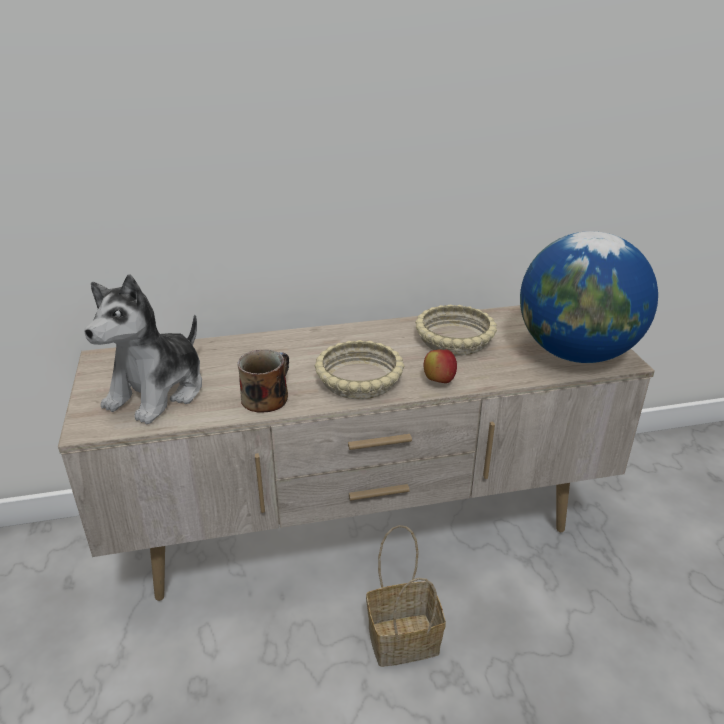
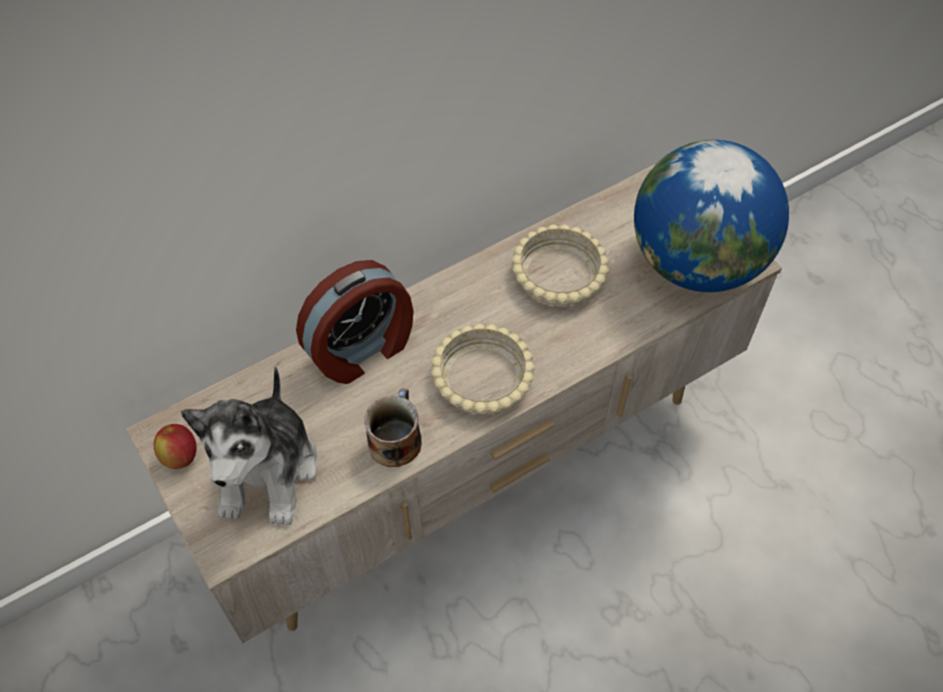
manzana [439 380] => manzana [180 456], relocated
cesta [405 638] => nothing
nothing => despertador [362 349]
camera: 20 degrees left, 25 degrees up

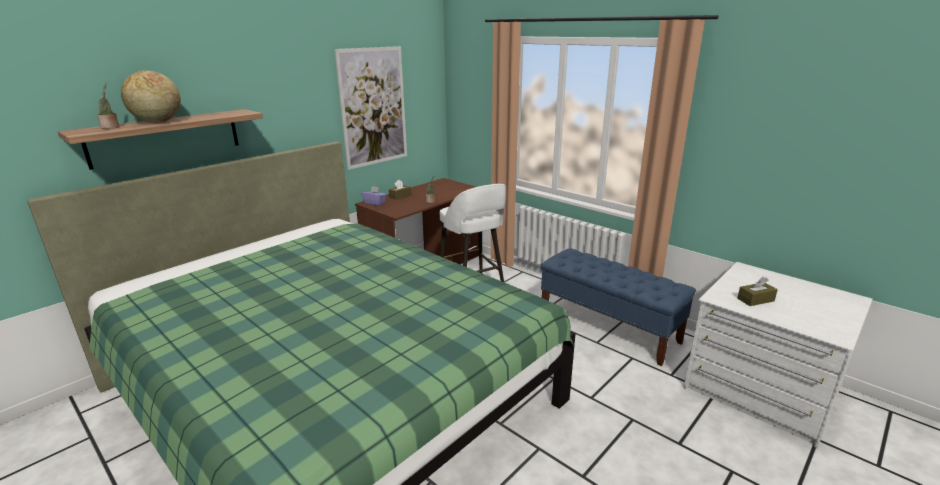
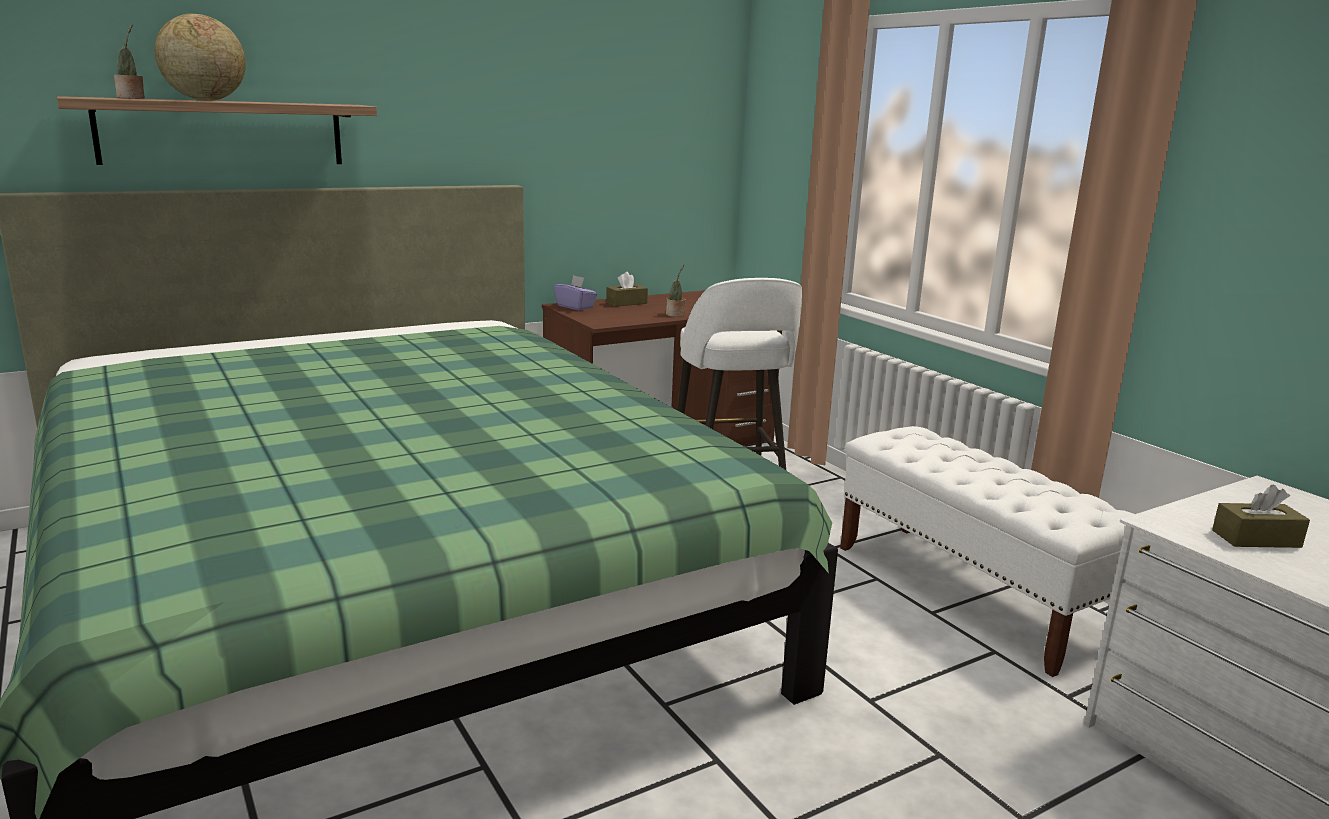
cuadro [373 107] => nothing
banco (azul) [608 328] => banco (blanco) [970 593]
camera: 15 degrees right, 5 degrees down

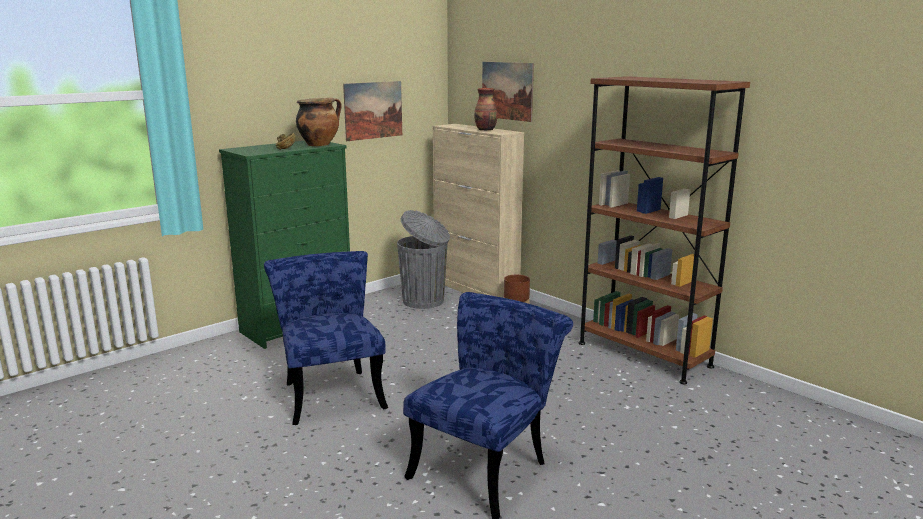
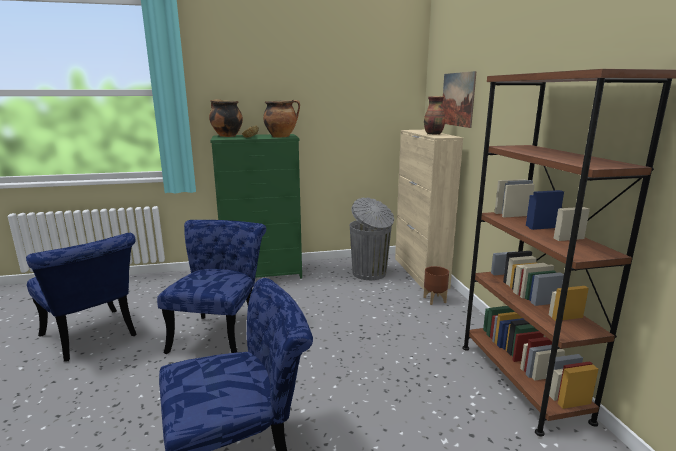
cuadro [373 110] => nothing
nothing => olla [226 136]
nothing => silla (azul) [92 338]
camera: 30 degrees right, 0 degrees up

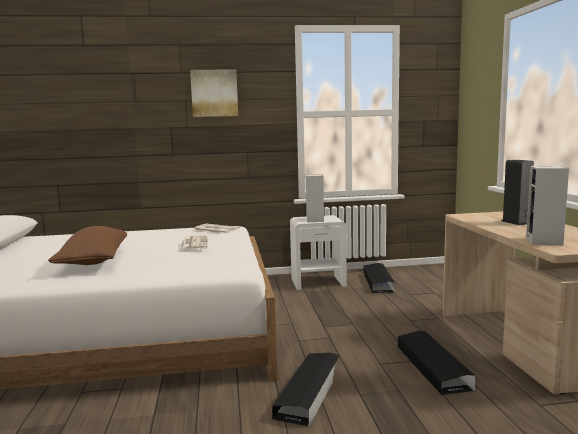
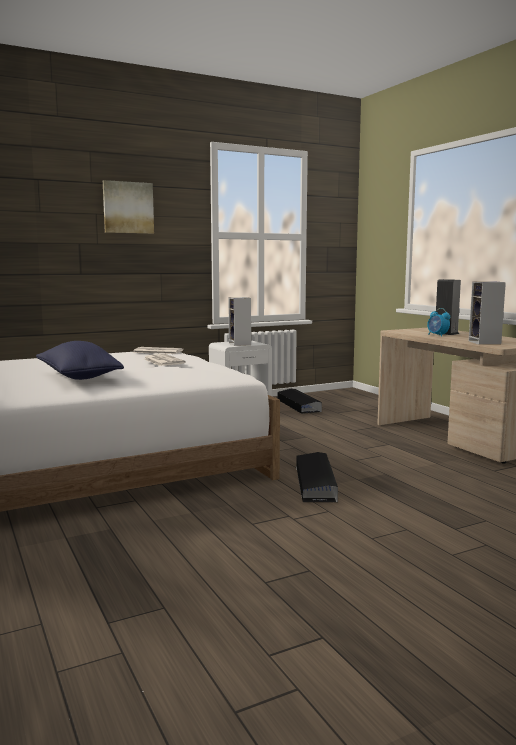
cojín (marrón) [93 261] => cojín (azul) [78 377]
caja de almacenaje (negro) [432 367] => nothing
nothing => despertador [437 335]
camera: 20 degrees left, 0 degrees up

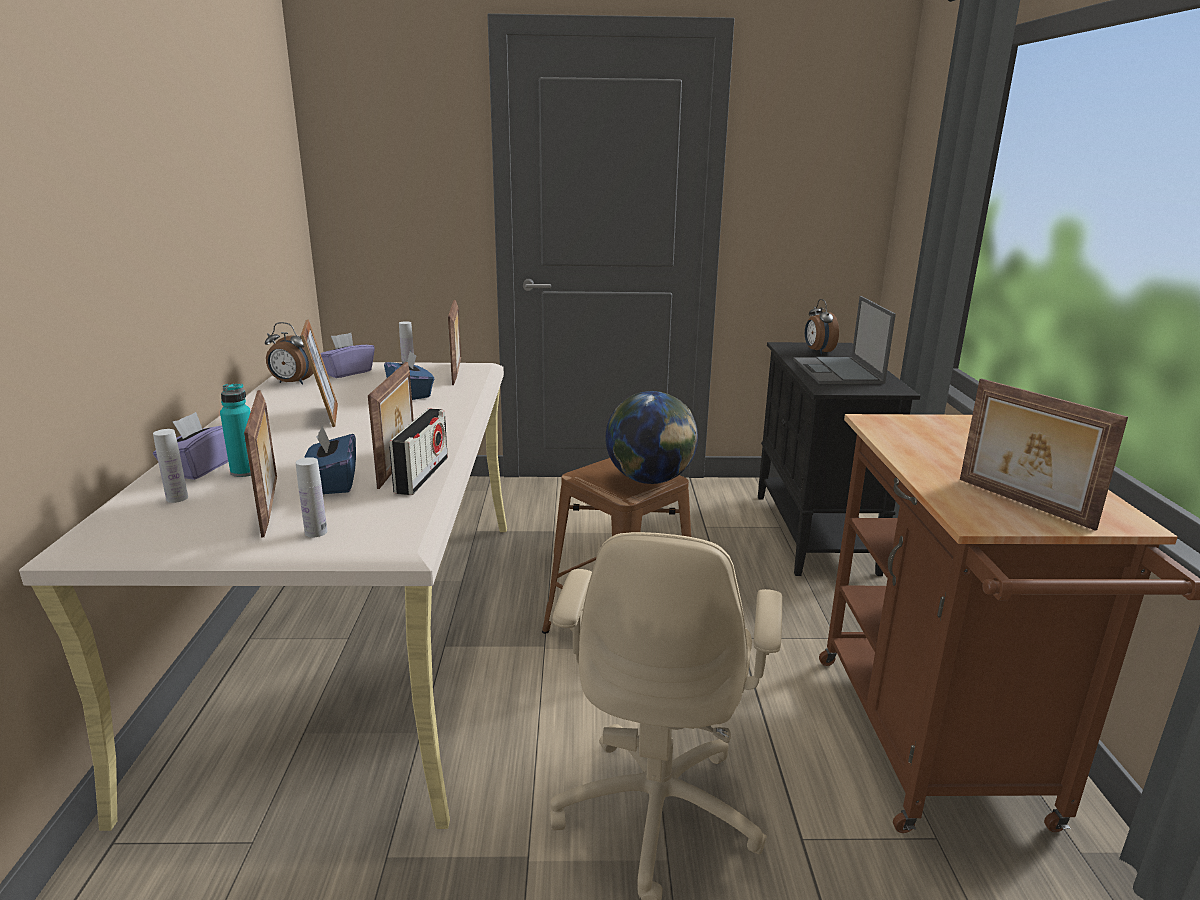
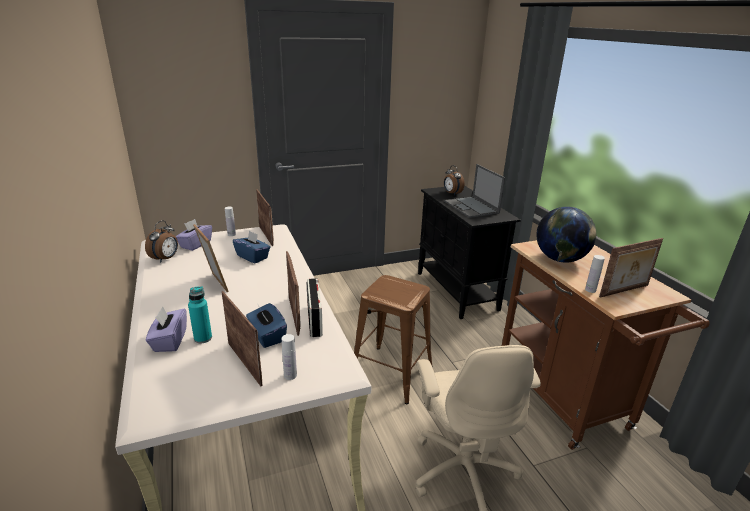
despertador [292 383] => despertador [165 259], 60 degrees counterclockwise
portarretratos [1022 503] => portarretratos [625 291], 60 degrees counterclockwise
globo terráqueo [650 480] => globo terráqueo [560 259], relocated
botella (blanco) [177 498] => botella (blanco) [590 290], relocated
camera: 20 degrees left, 5 degrees up

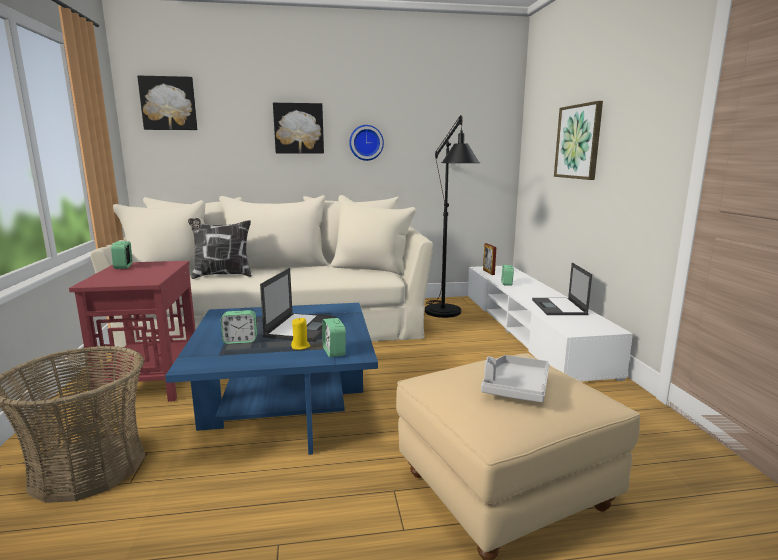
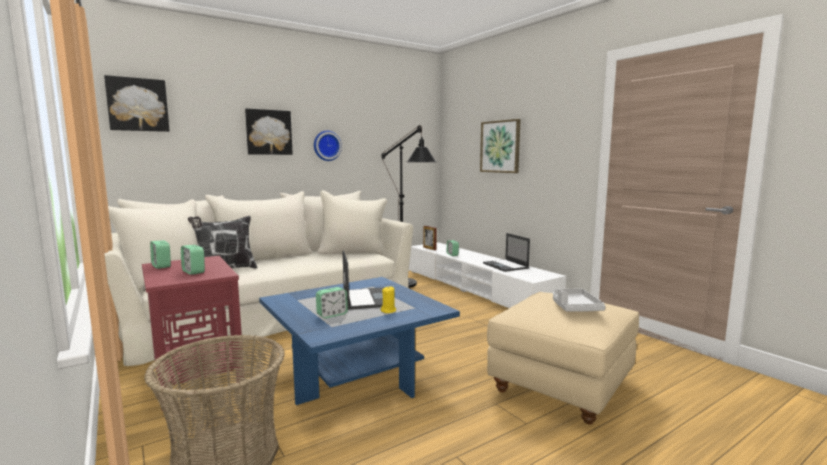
despertador [334 351] => despertador [193 272], relocated
camera: 25 degrees left, 5 degrees down

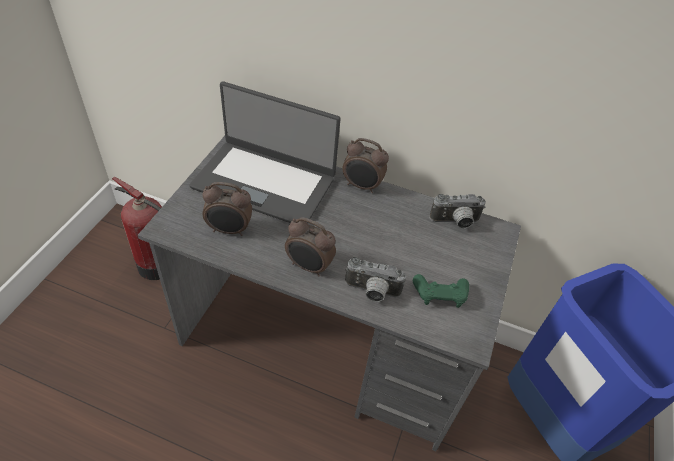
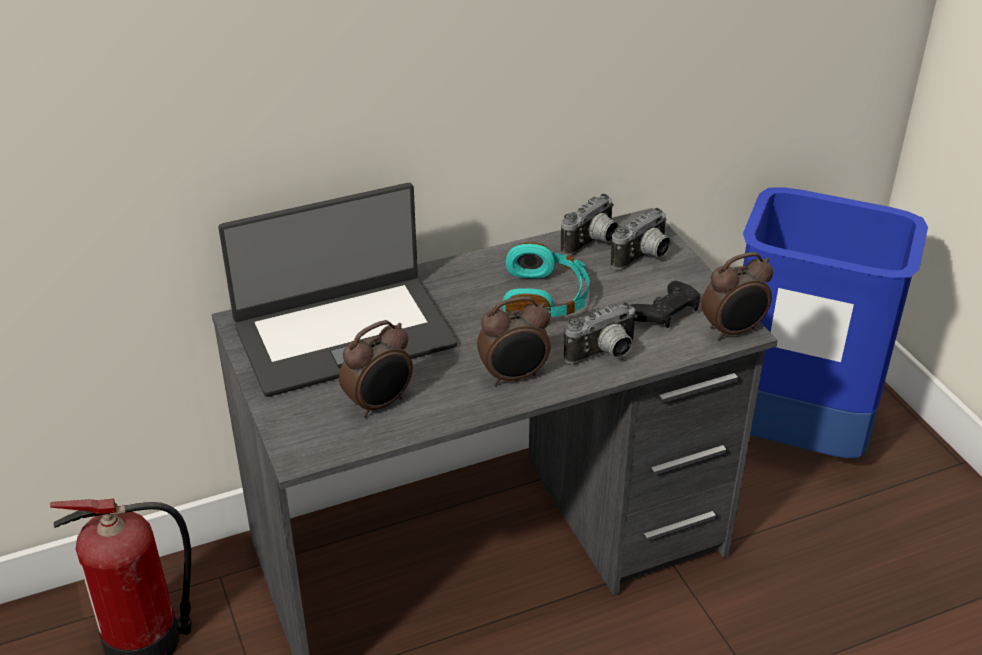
despertador [362 186] => despertador [733 331], relocated
mando de consola (verde) [440 295] => mando de consola (negro) [665 313]
nothing => cámara [644 258]
nothing => auriculares (turquesa) [546 300]
camera: 40 degrees left, 10 degrees down

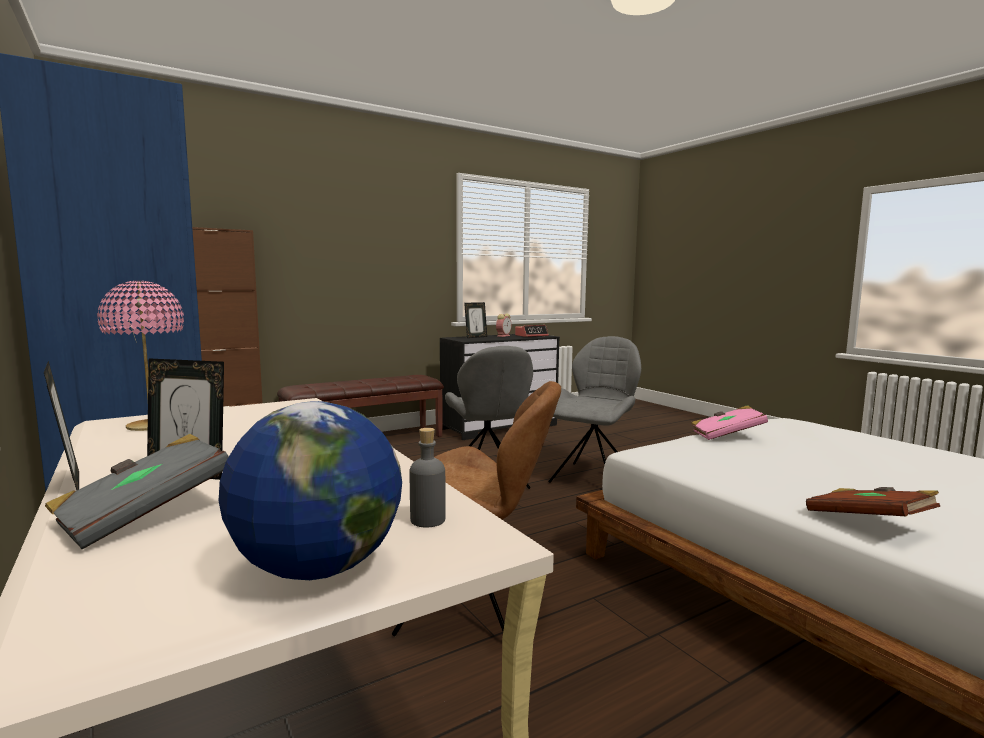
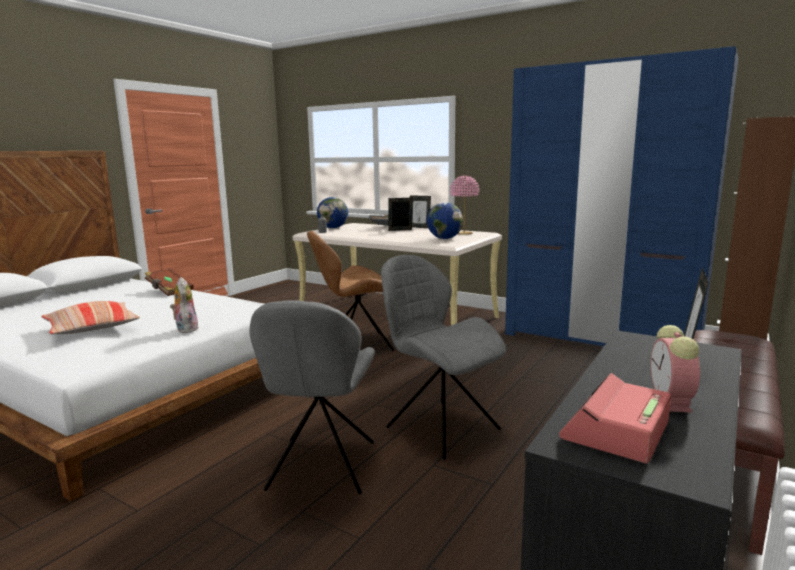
libro (rosa) [726 435] => peluche [185 329]
nothing => globo terráqueo [444 238]
nothing => cojín [92 328]
camera: 155 degrees right, 5 degrees up

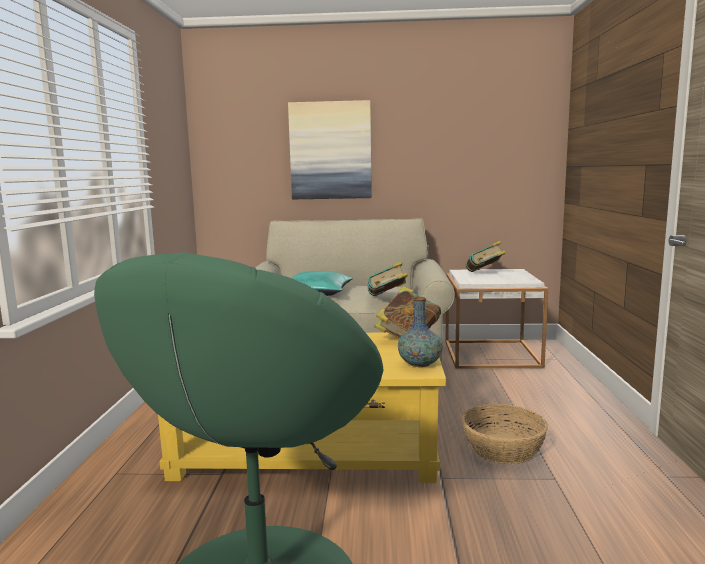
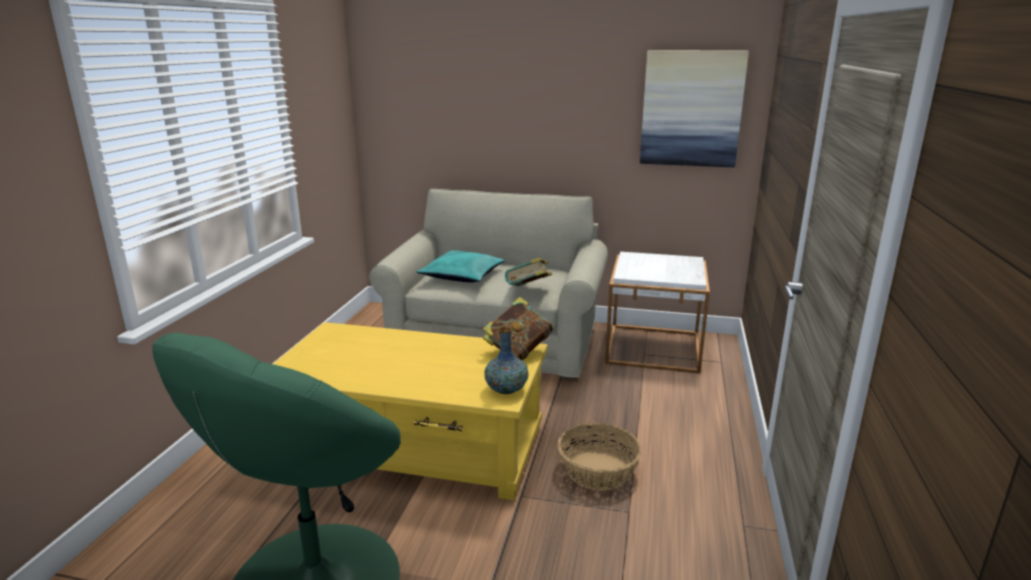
cuadro [330 151] => cuadro [691 109], relocated
libro [485 273] => nothing
camera: 10 degrees right, 10 degrees up

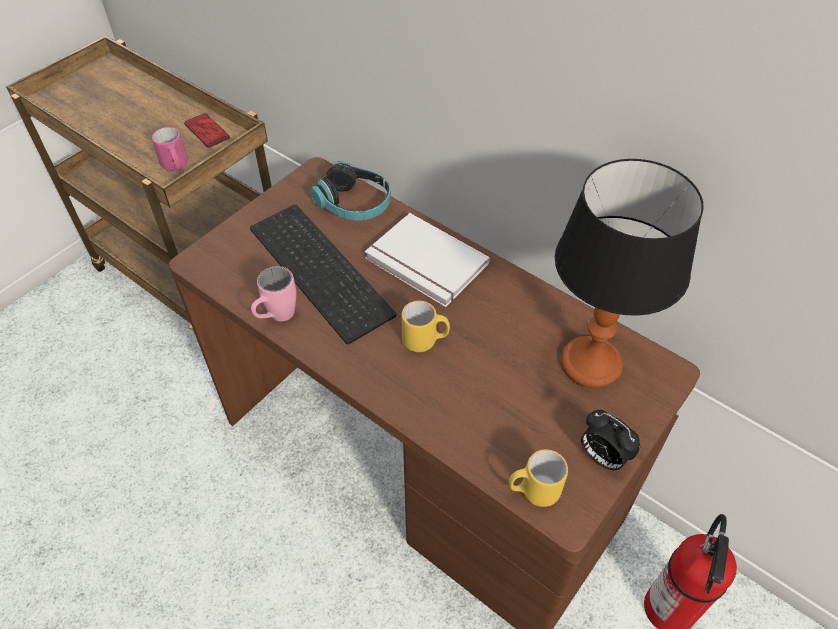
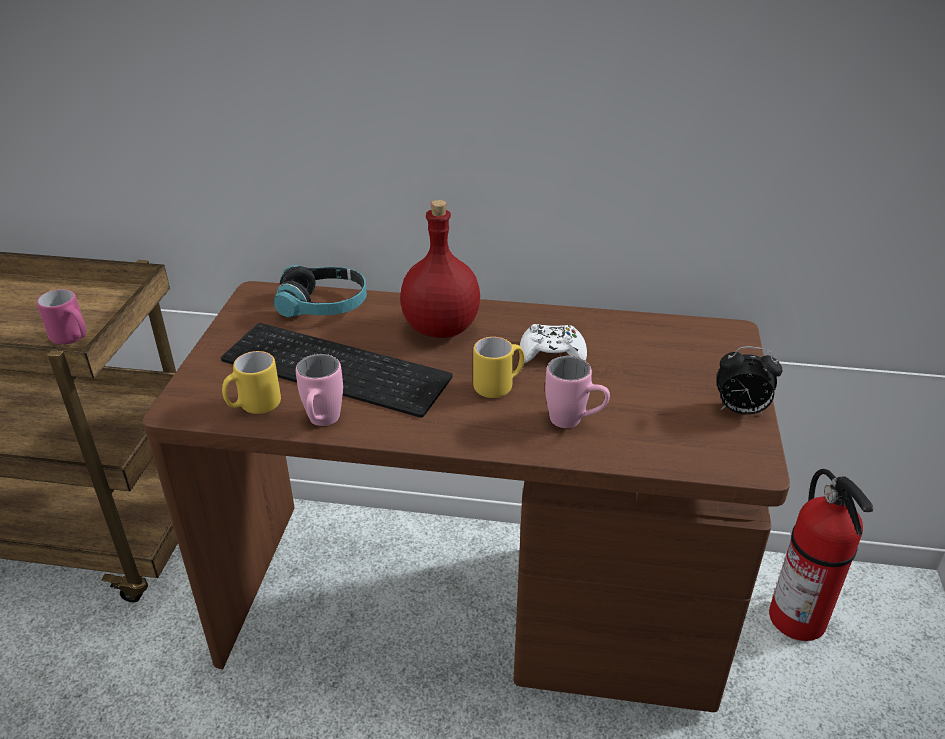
móvil [207 131] => nothing
lámpara de mesa [591 364] => nothing
libro (blanco) [425 264] => botella (rojo) [442 329]
taza grande (amarillo) [533 491] => taza grande (amarillo) [254 406], relocated
nothing => mando de consola (blanco) [552 353]
nothing => taza grande (rosa) [575 422]
camera: 30 degrees left, 15 degrees down

